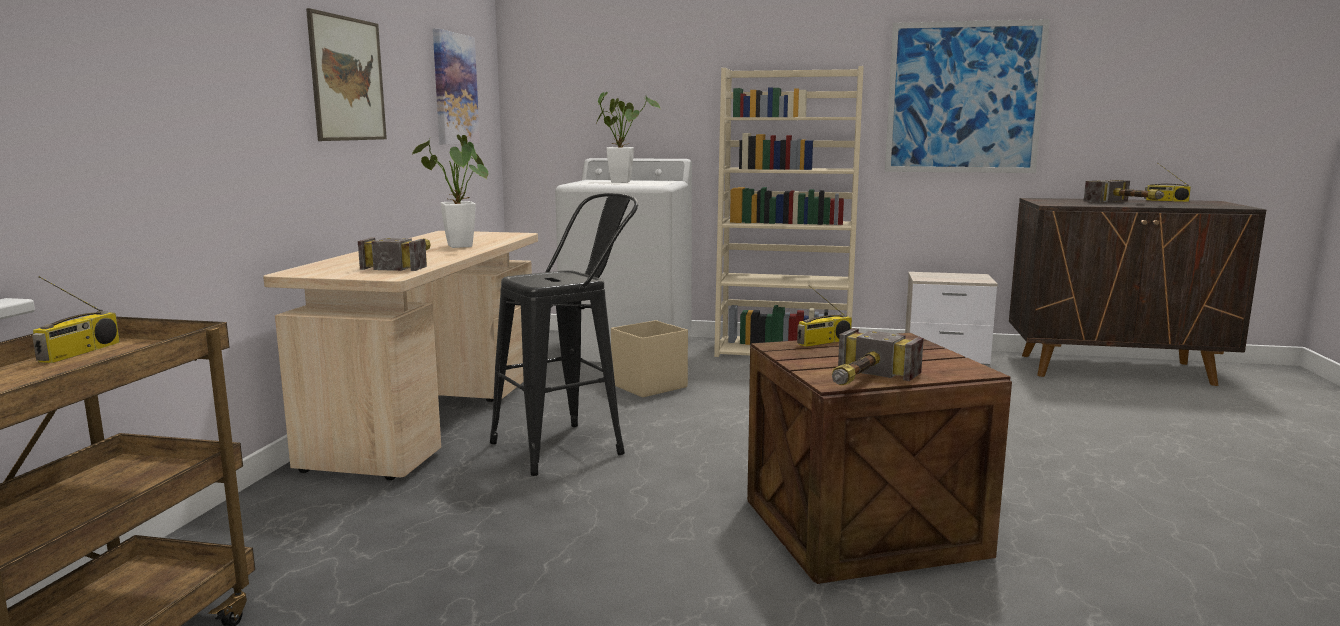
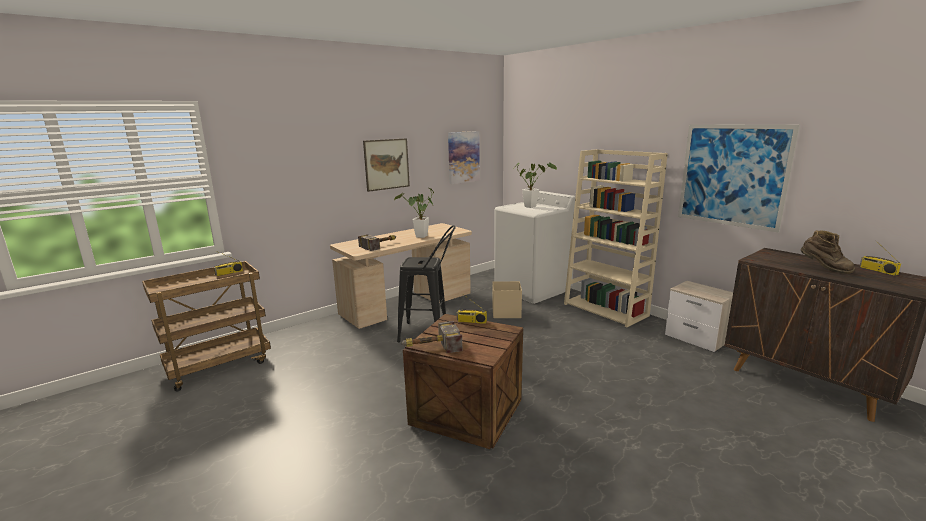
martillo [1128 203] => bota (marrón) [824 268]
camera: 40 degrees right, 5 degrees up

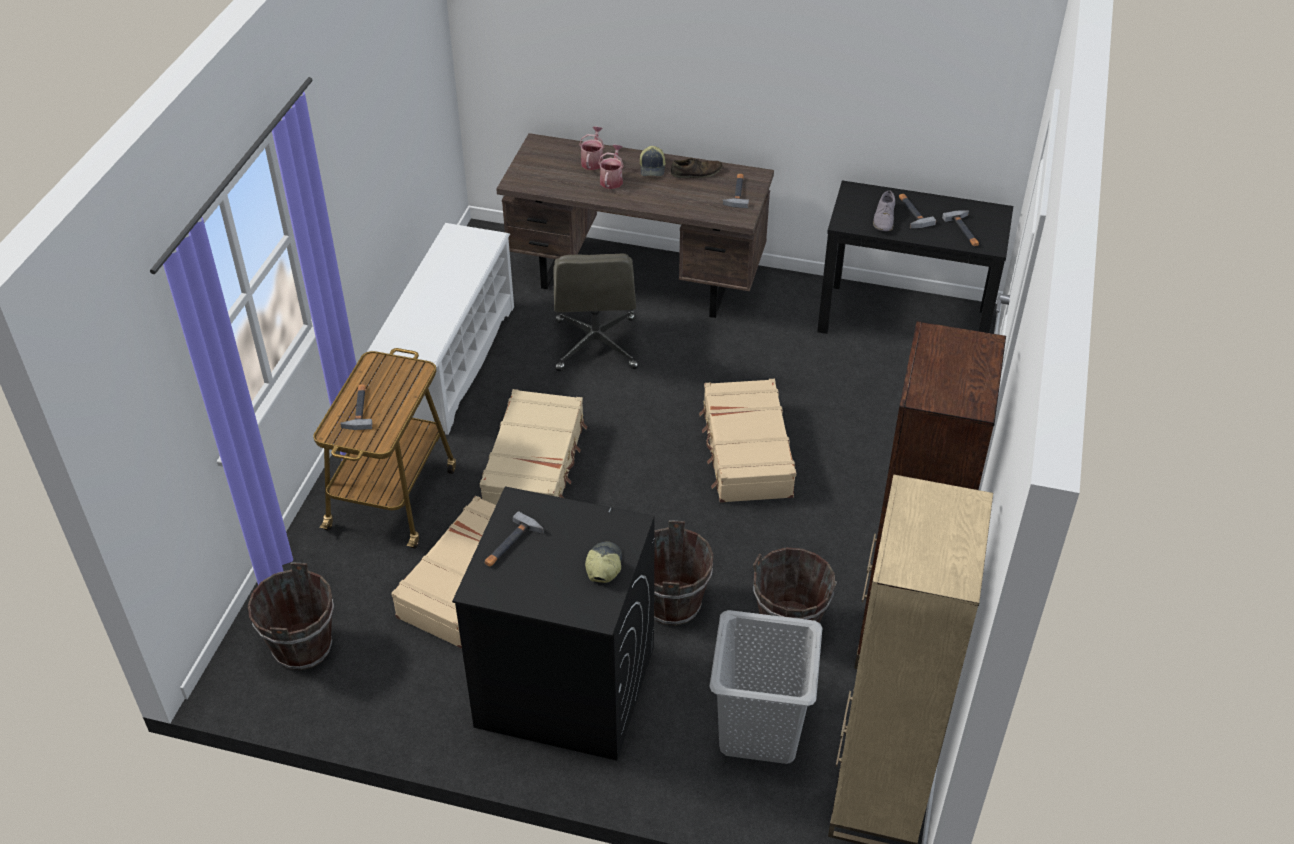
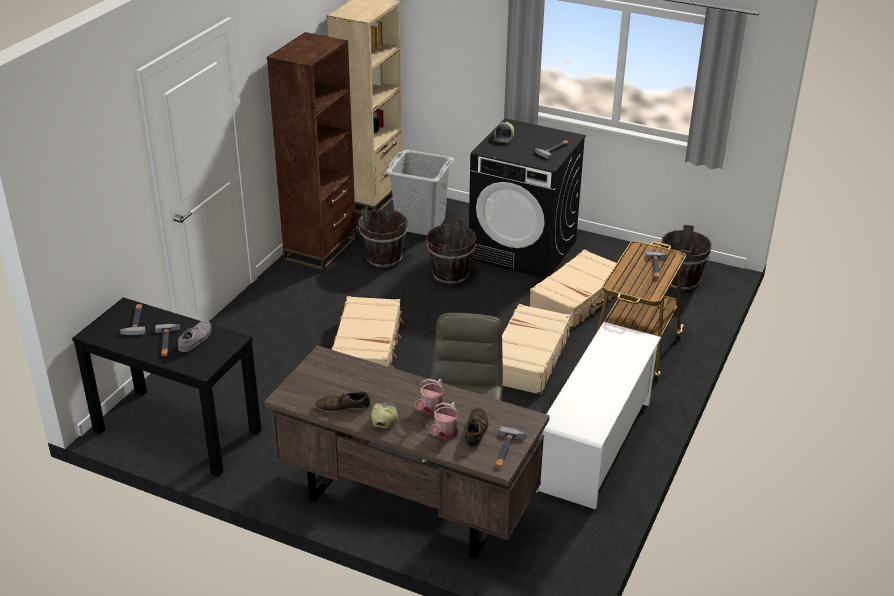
martillo [736 192] => martillo [506 450], relocated
nothing => zapato (marrón) [475 431]
camera: 170 degrees left, 10 degrees down

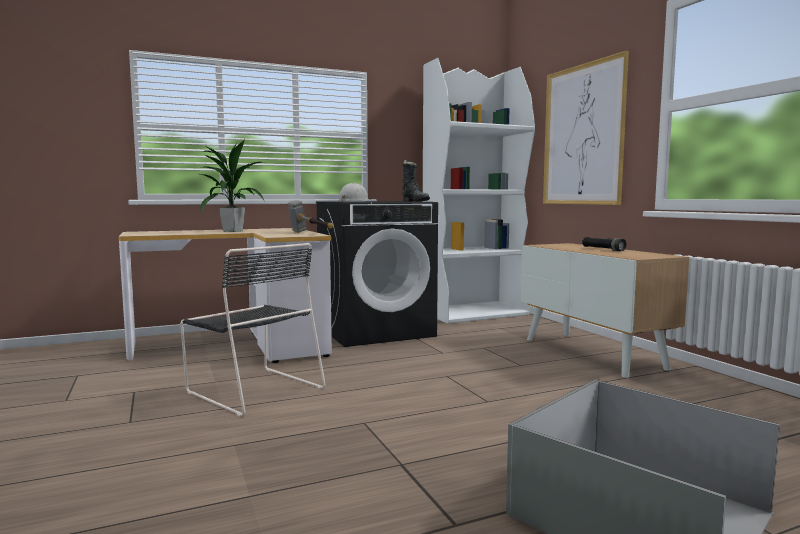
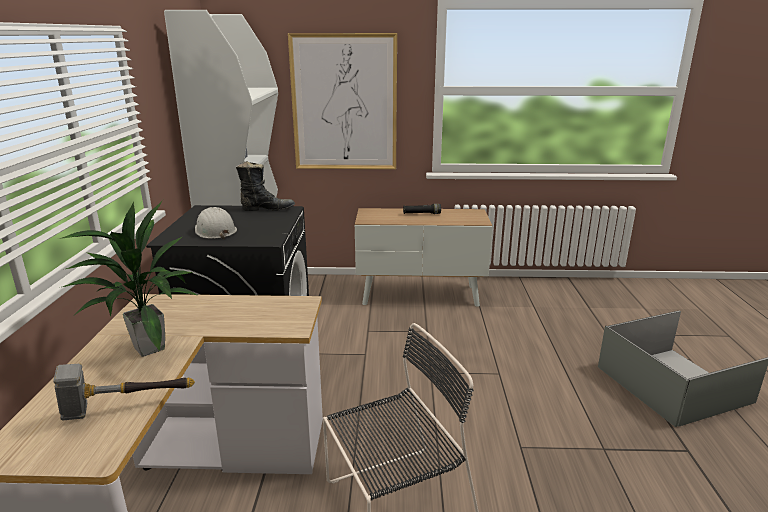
martillo [310 233] => martillo [125 409], relocated
camera: 65 degrees left, 15 degrees up

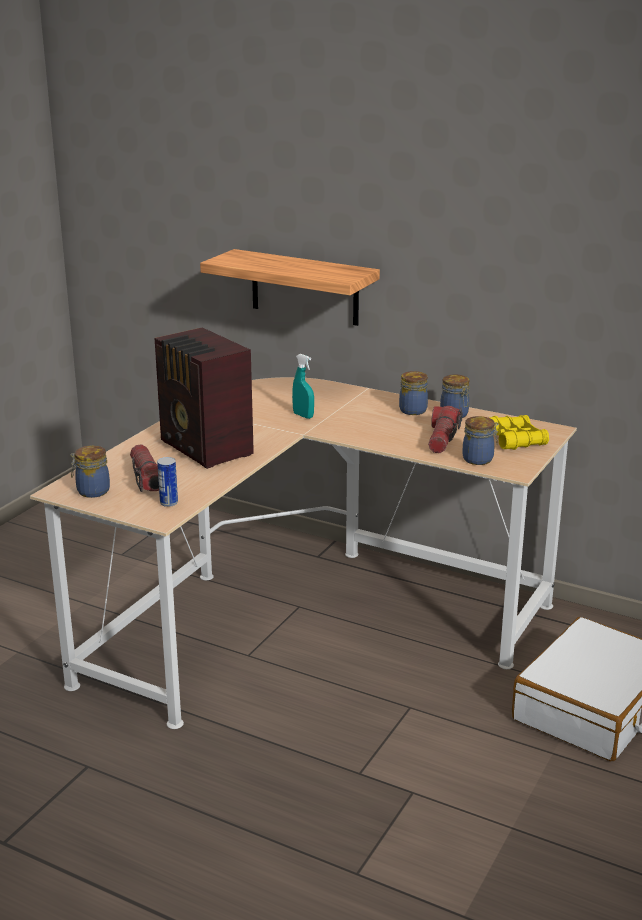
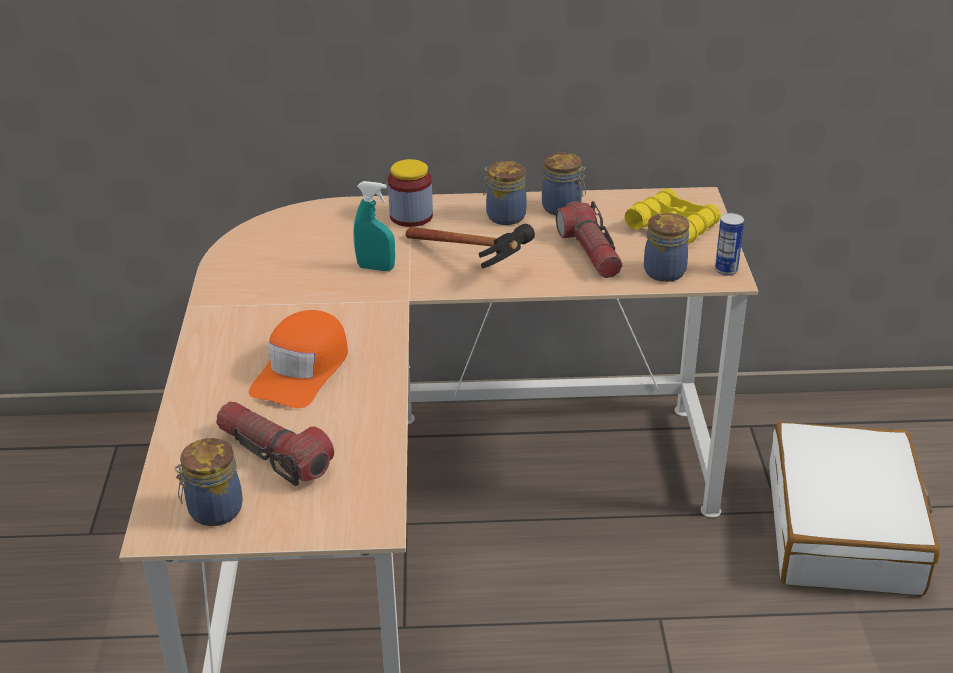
estante [304 287] => nothing
radio [206 449] => gorra (naranja) [302 370]
lata [169 503] => lata [726 270], relocated
nothing => tarro [411 216]
nothing => martillo [476 266]
camera: 30 degrees left, 10 degrees up

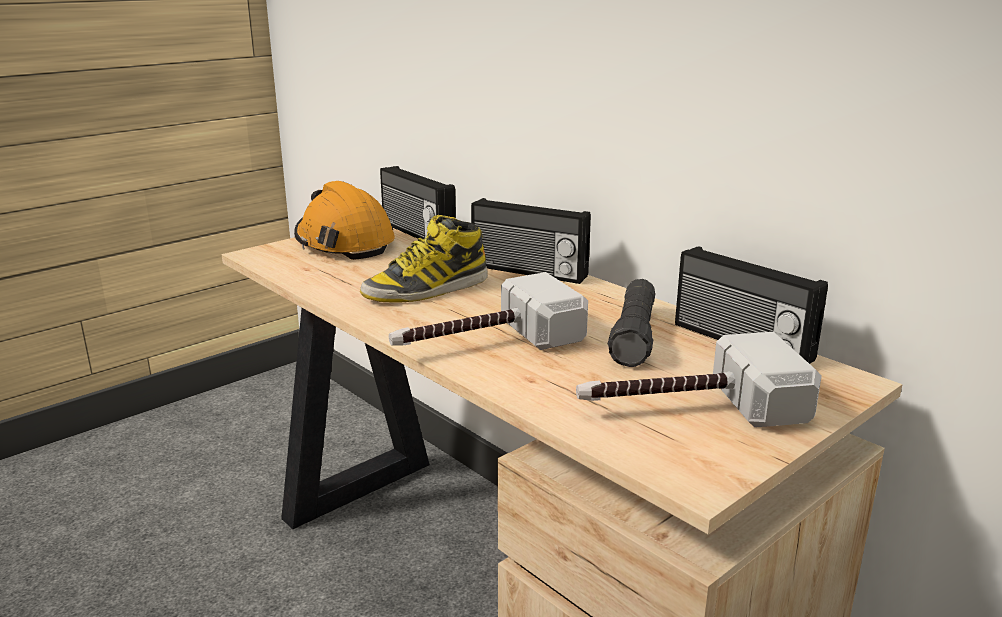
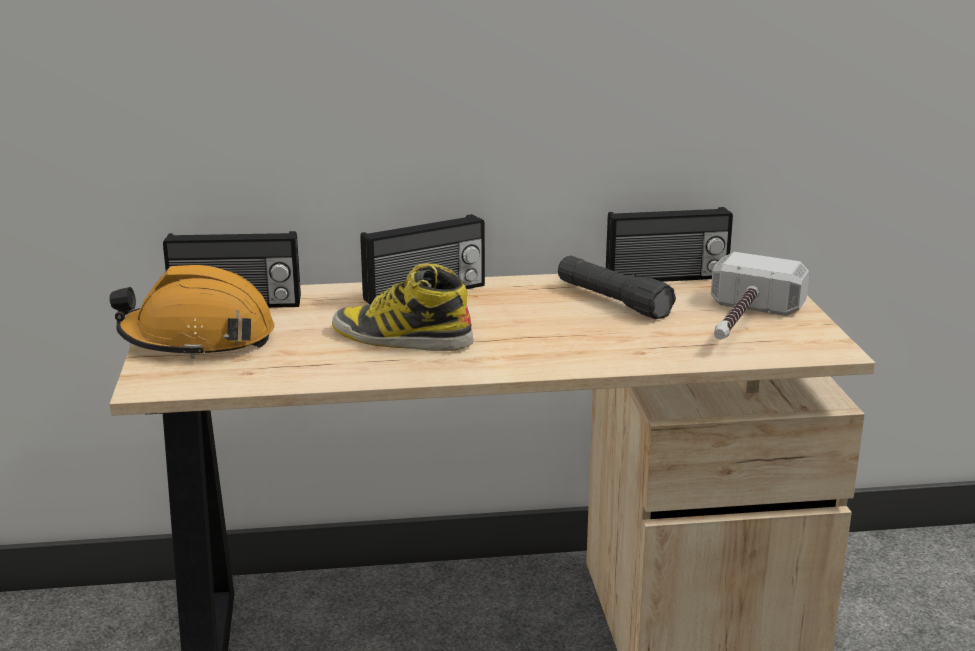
bota [426 289] => bota [401 338], 105 degrees clockwise
martillo [484 343] => nothing
camera: 55 degrees left, 0 degrees up

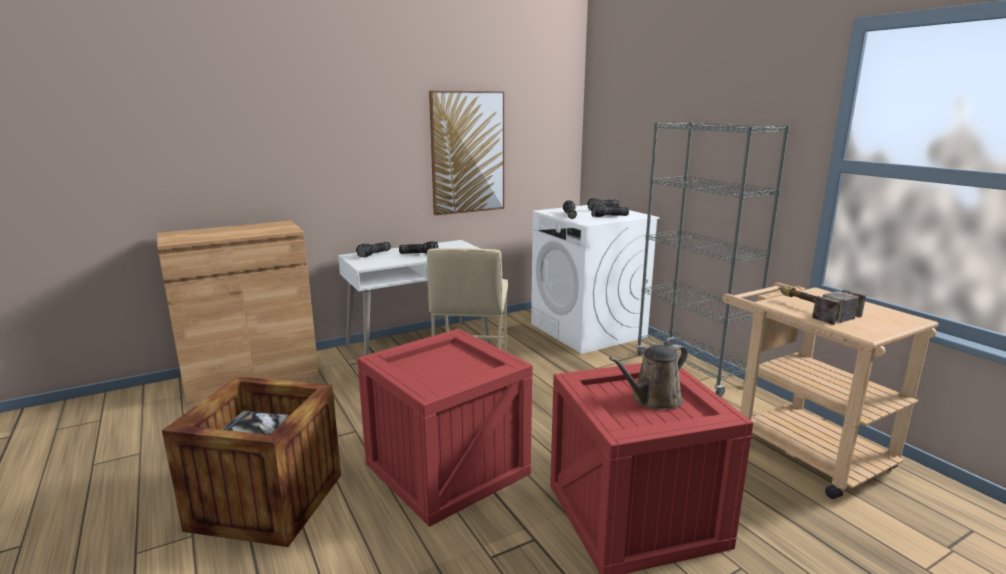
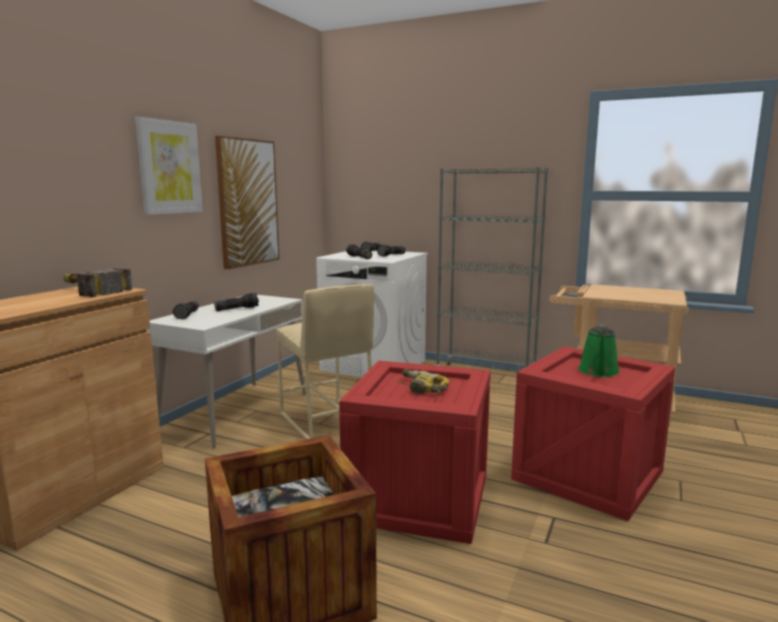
martillo [811 309] => martillo [89 290], relocated
regadera (marrón) [653 400] => regadera (verde) [598 372]
nothing => cuadro [169 167]
nothing => taladro [420 388]
camera: 35 degrees left, 5 degrees down

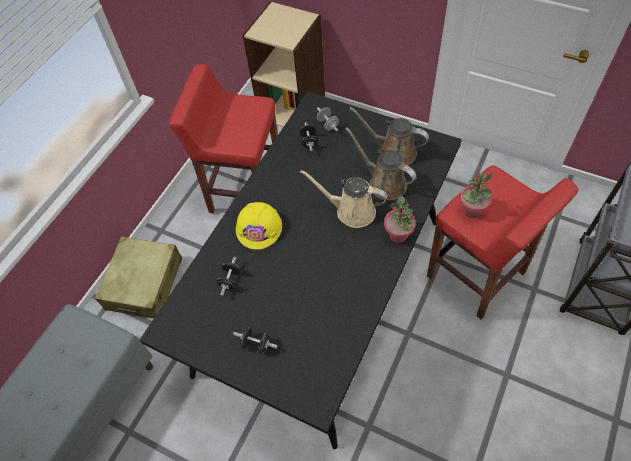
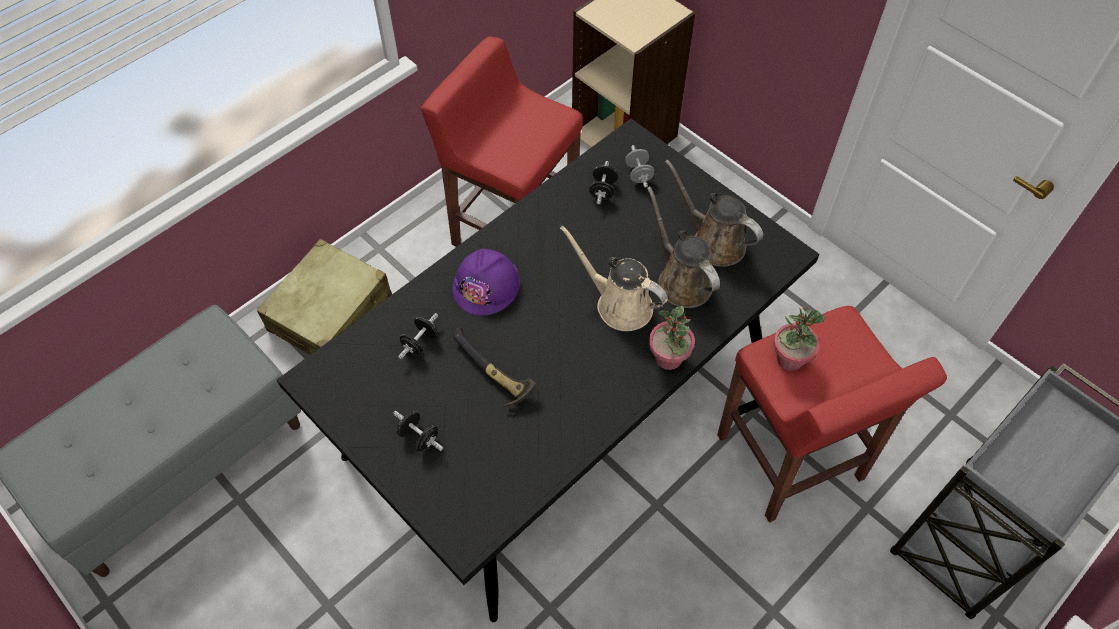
casco (amarillo) [259 227] => casco (morado) [486 286]
nothing => martillo [491 374]
camera: 15 degrees right, 0 degrees up

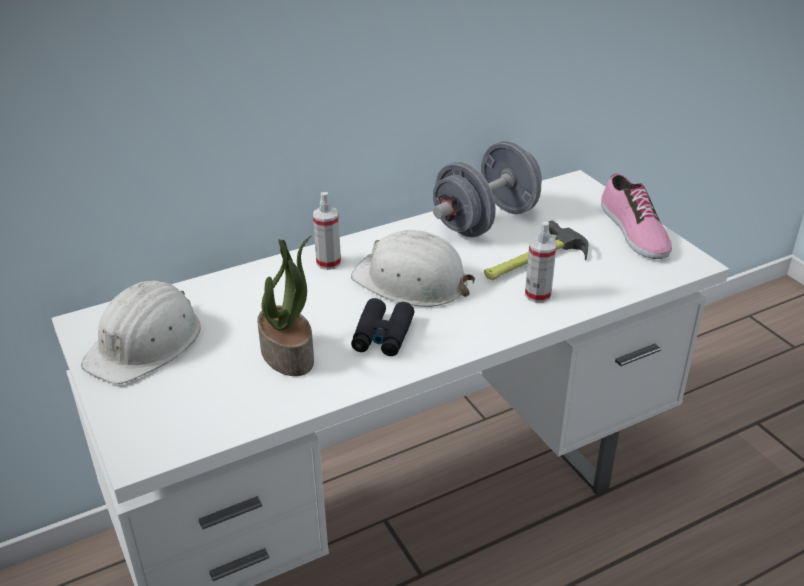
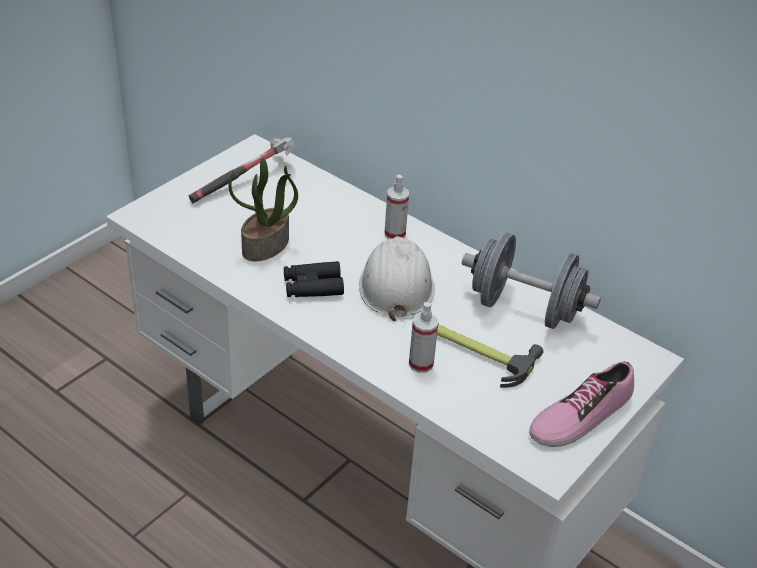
casco (blanco) [146 343] => martillo [247 180]
camera: 65 degrees right, 5 degrees up

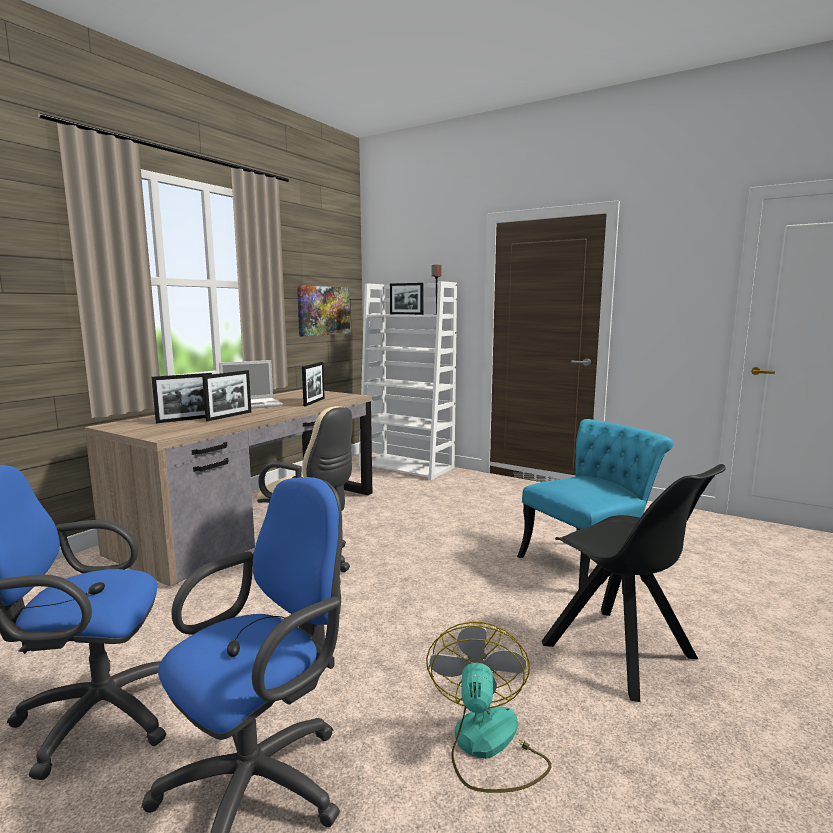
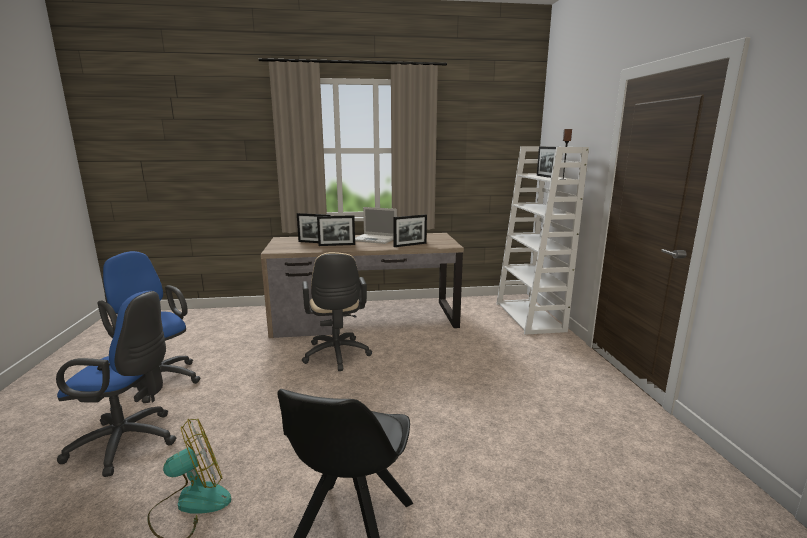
cuadro [323 310] => nothing
silla (turquesa) [588 562] => nothing
camera: 50 degrees right, 5 degrees up

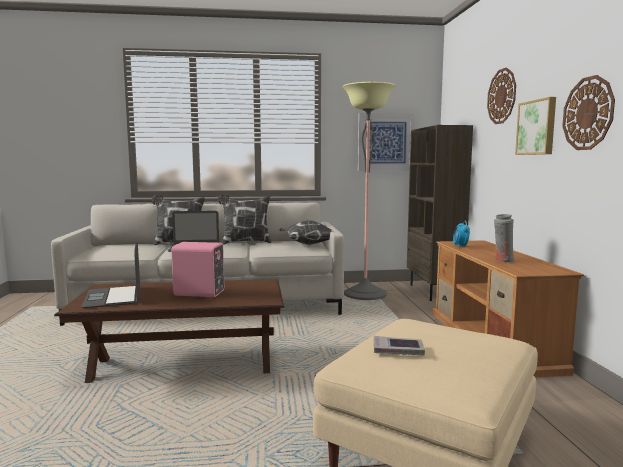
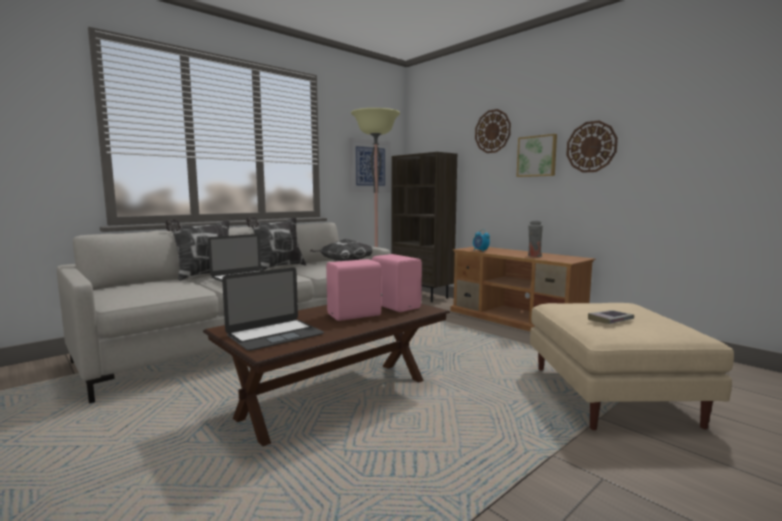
portátil [113 297] => portátil [275 334], 75 degrees counterclockwise
nothing => altavoz (rosa) [396 306]
camera: 35 degrees left, 0 degrees up

